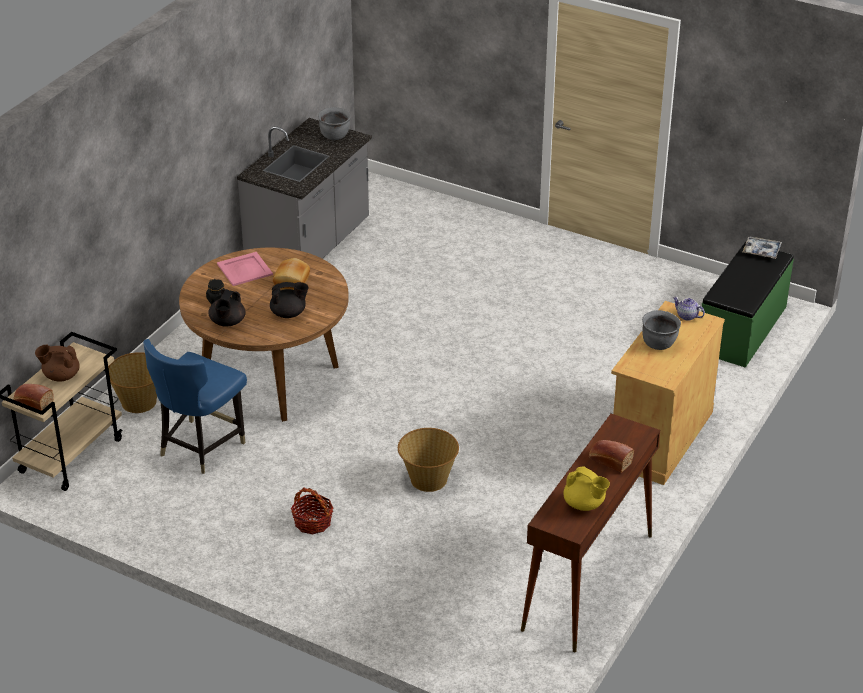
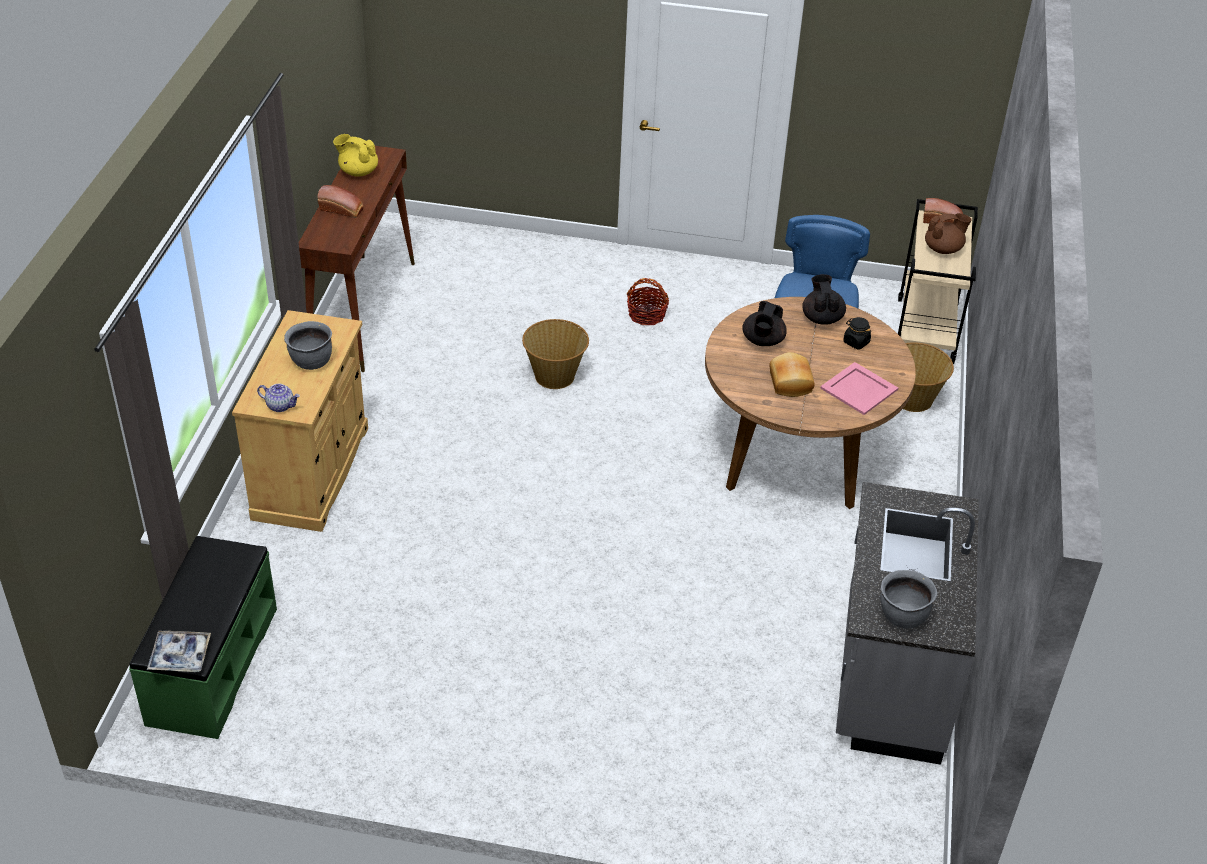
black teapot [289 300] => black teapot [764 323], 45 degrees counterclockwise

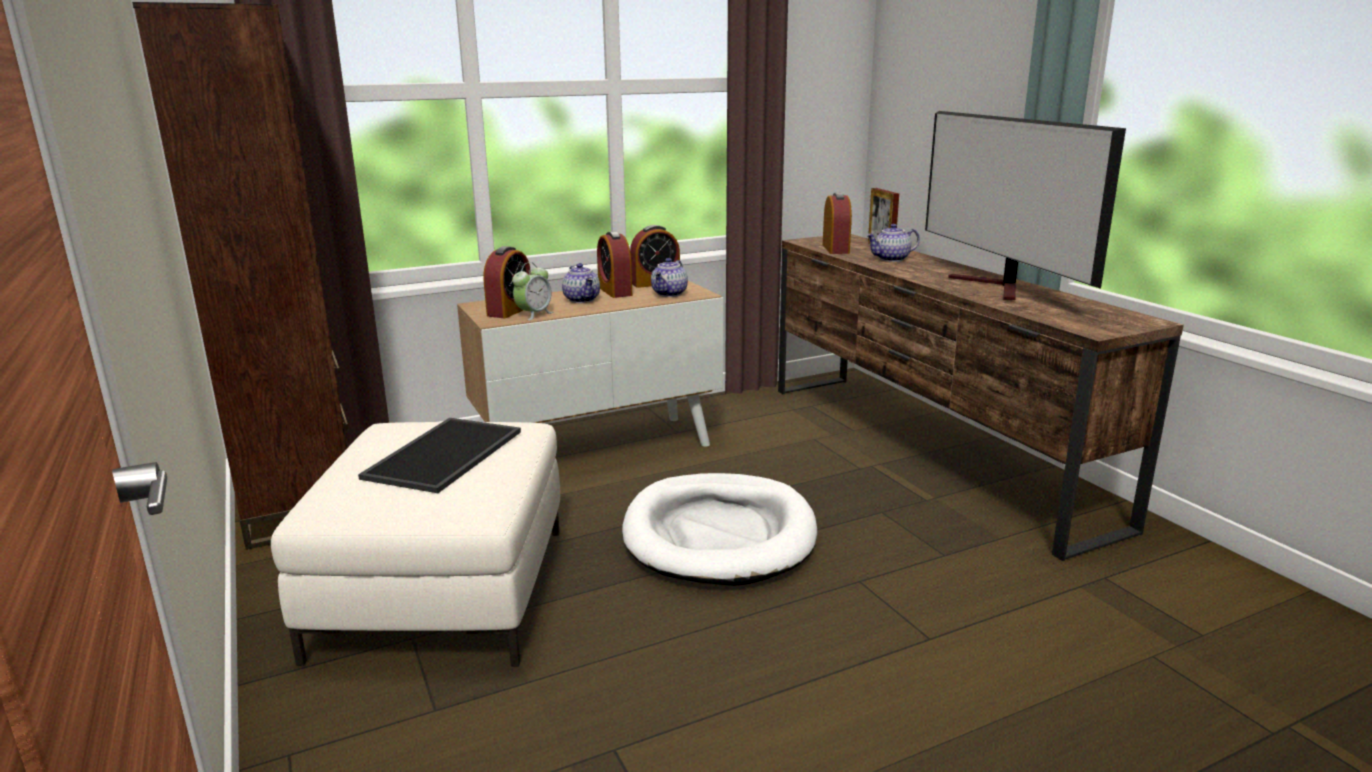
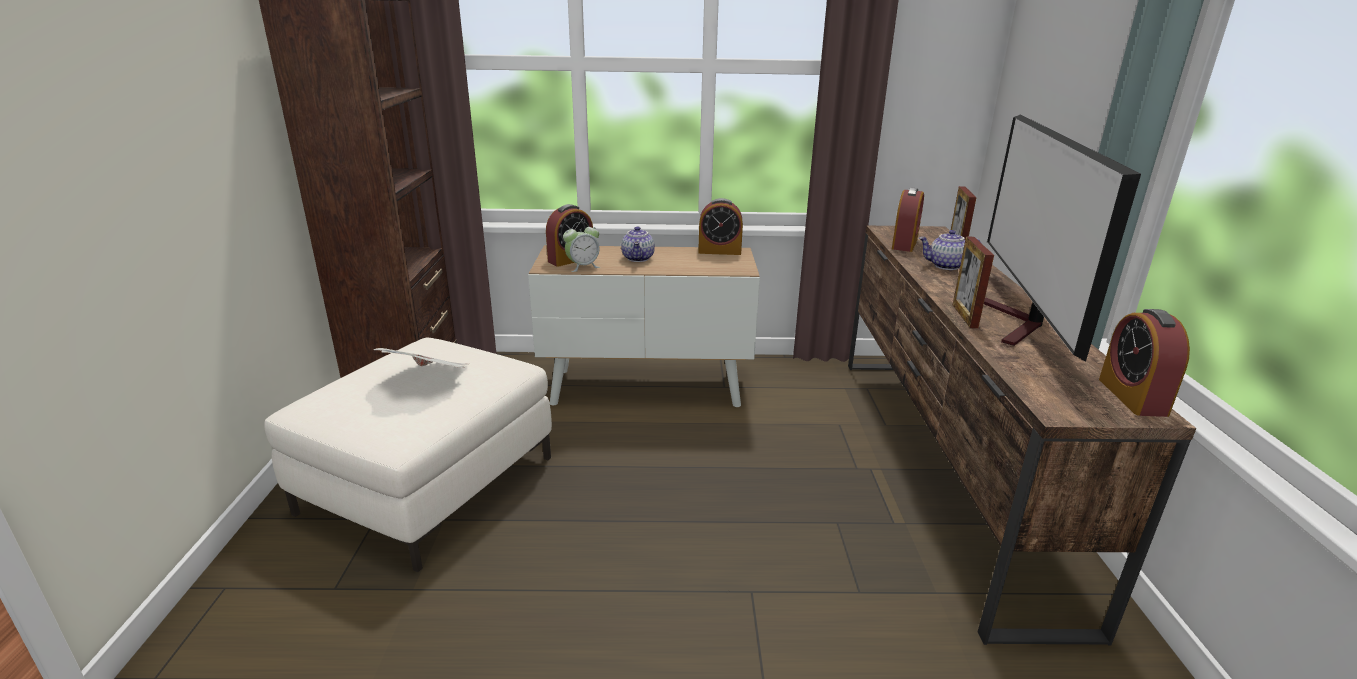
tray [439 455] => newspaper [421 358]
alarm clock [614 264] => alarm clock [1144 363], shifted
white dog bed [719 529] => nothing
teapot [669 277] => nothing
nothing => picture frame [973 282]

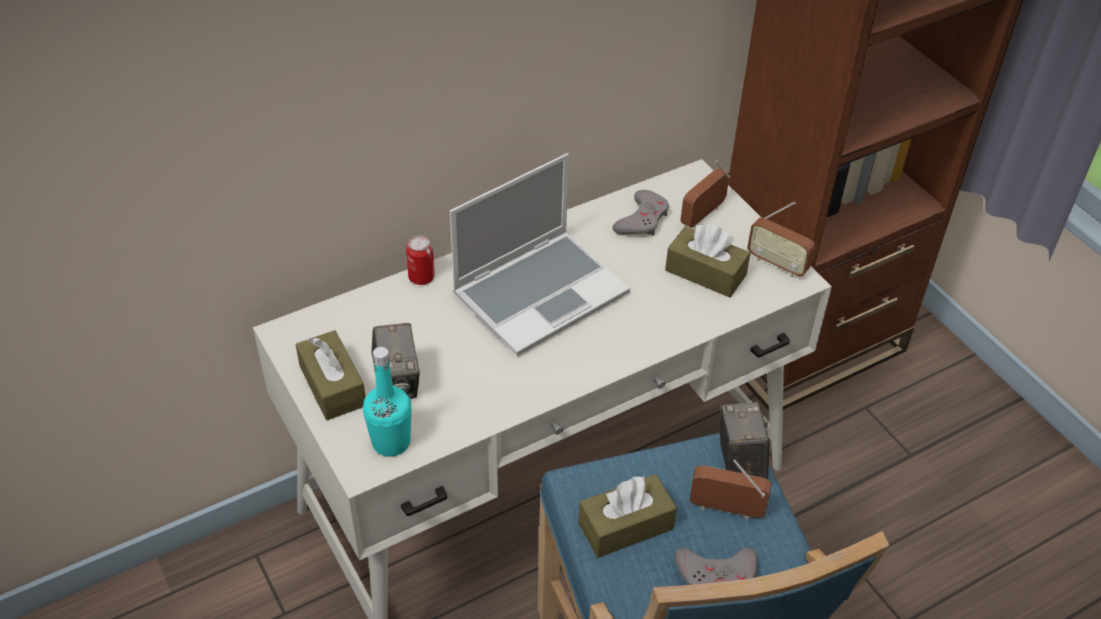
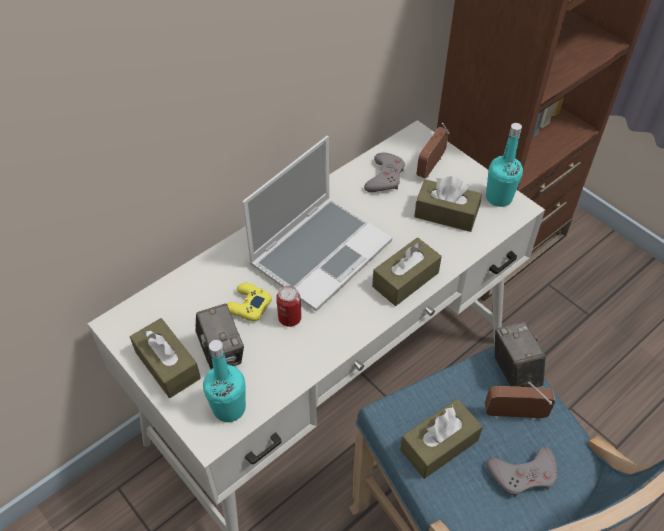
can [420 260] => can [289 306], shifted
radio [781 239] => turquoise bottle [504 165]
nothing => yellow game controller [249 302]
nothing => brown tissue box [407 272]

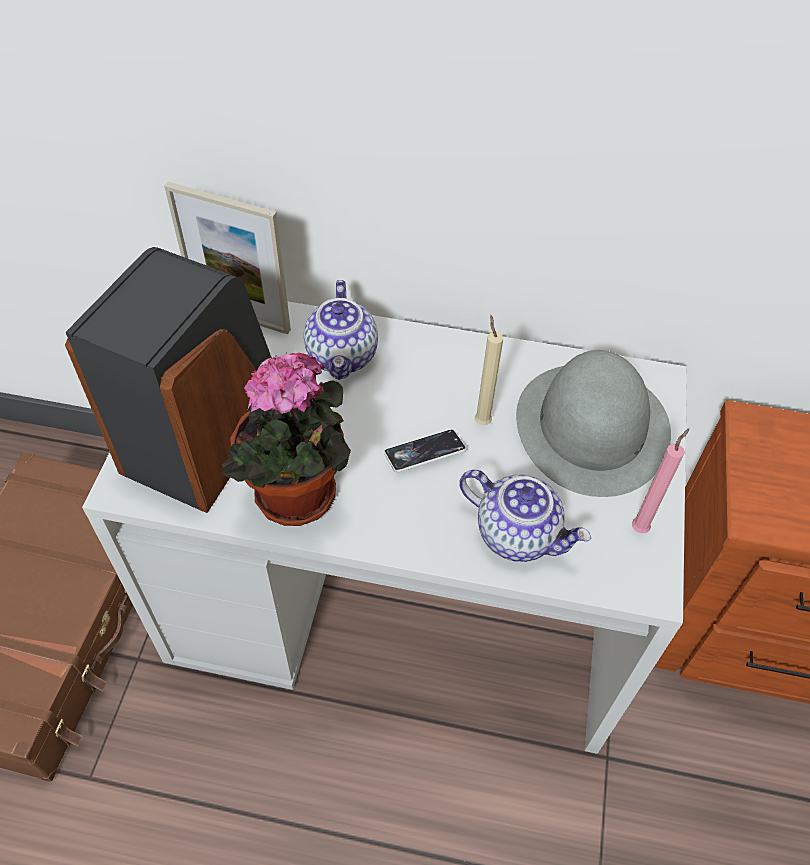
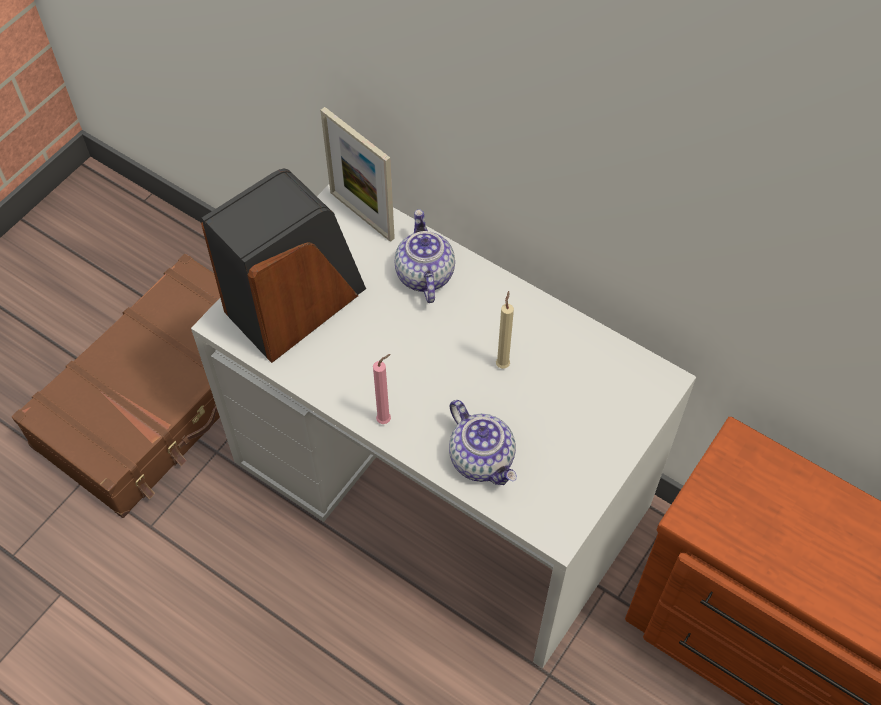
potted plant [286 439] => nothing
teapot [341 330] => teapot [425 256], 150 degrees clockwise
phone [425 451] => nothing
grey hat [593 423] => nothing
pink candle [660 480] => pink candle [382 389], shifted

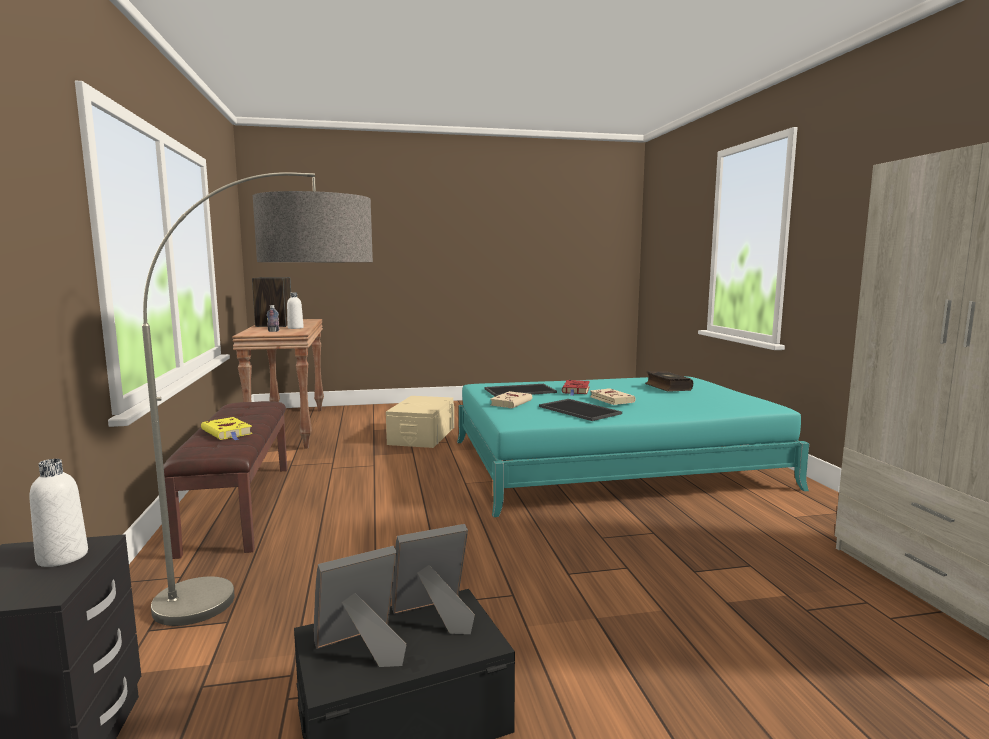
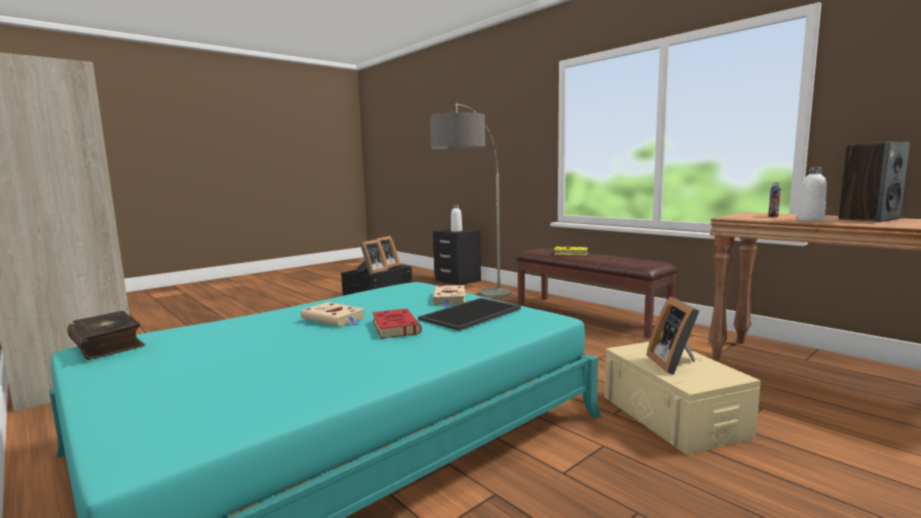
tray [580 410] => nothing
book [669 381] => book [106 335], shifted
nothing => picture frame [673 336]

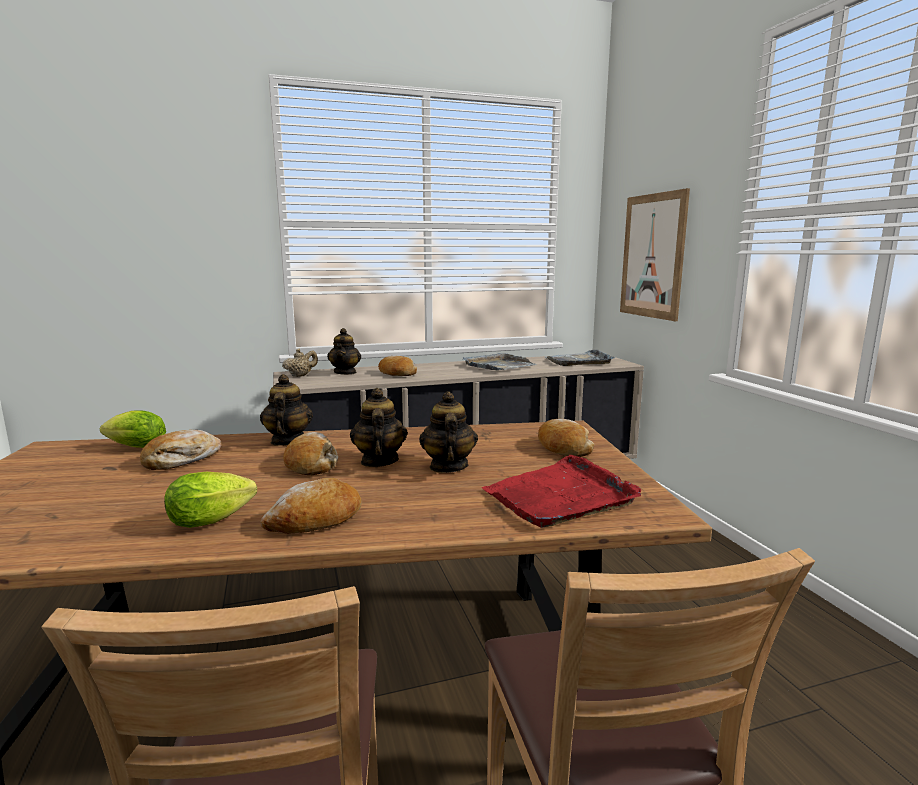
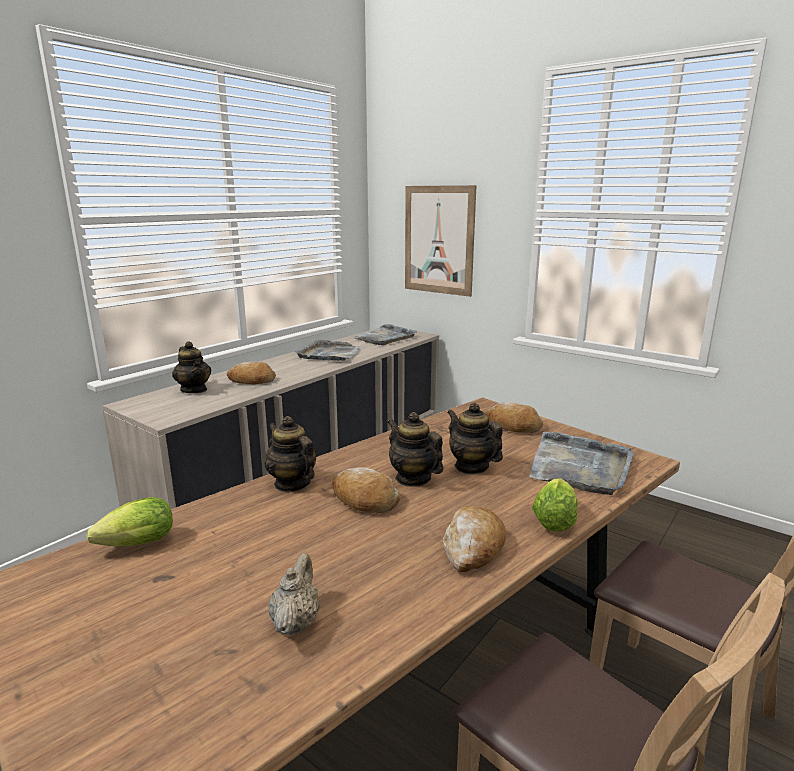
bread [181 450] => nothing
lettuce [210 500] => lettuce [555 504], shifted
beige teapot [300 363] => beige teapot [294 594], shifted
red tray [561 491] => grey tray [581 463]

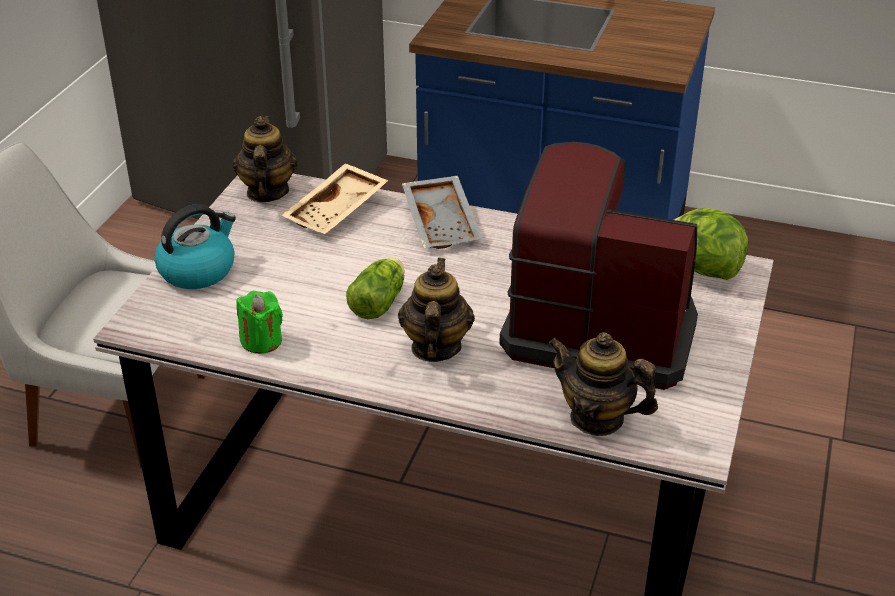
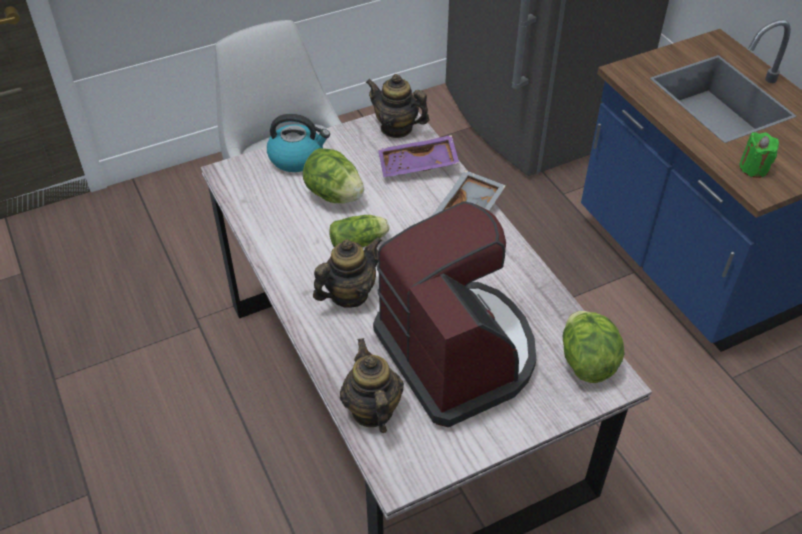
teapot [265 159] => teapot [398 106], 105 degrees counterclockwise
green candle [259 322] => green candle [759 155], shifted
beige tray [334 198] => purple tray [418 156]
nothing => lettuce [333 175]

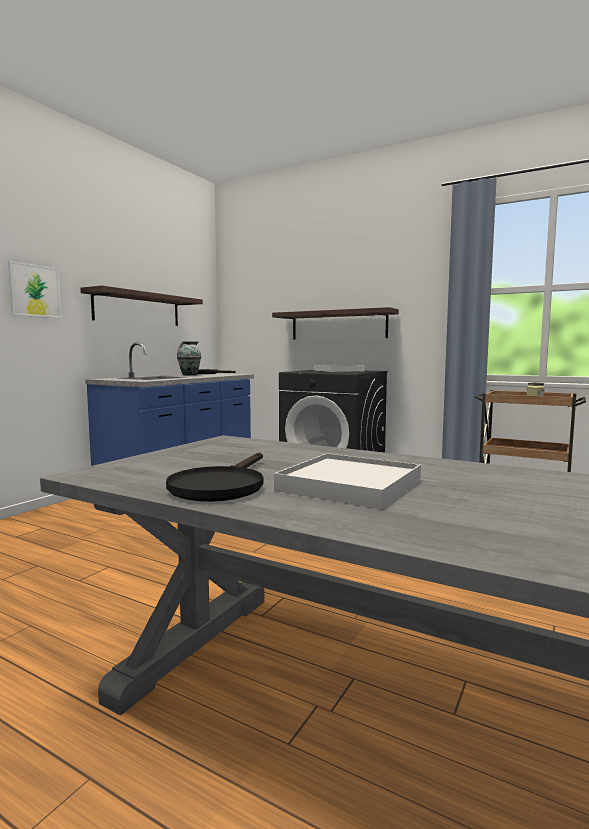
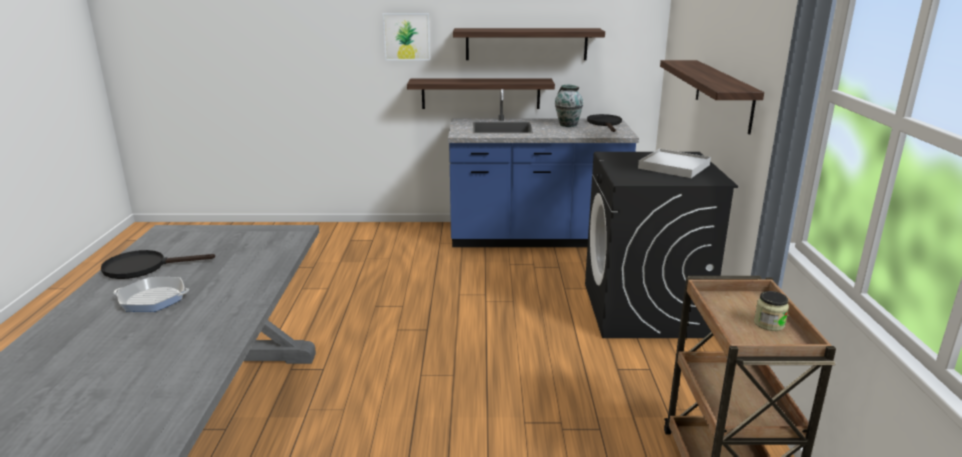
white tray [347 481] => frying pan [151 294]
nothing => shelf [481 94]

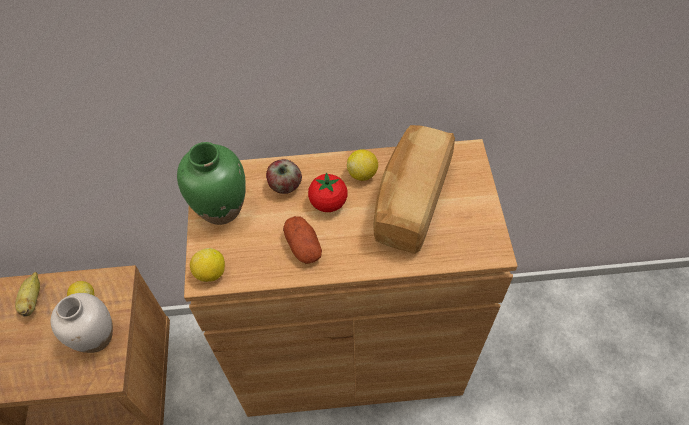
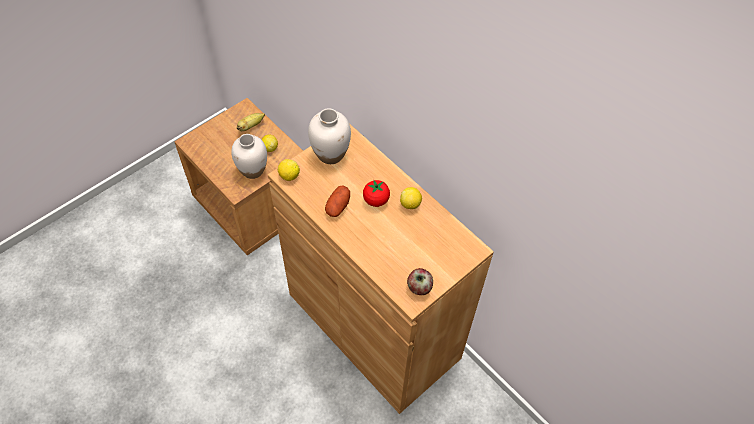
green vase [211 183] => white vase [329 136]
apple [284 176] => apple [420 281], shifted
bread [414 189] => nothing

